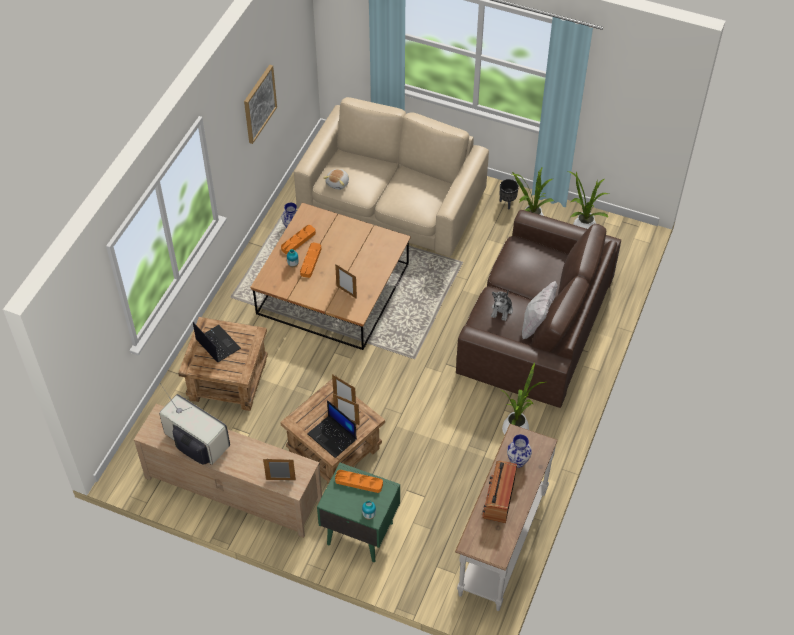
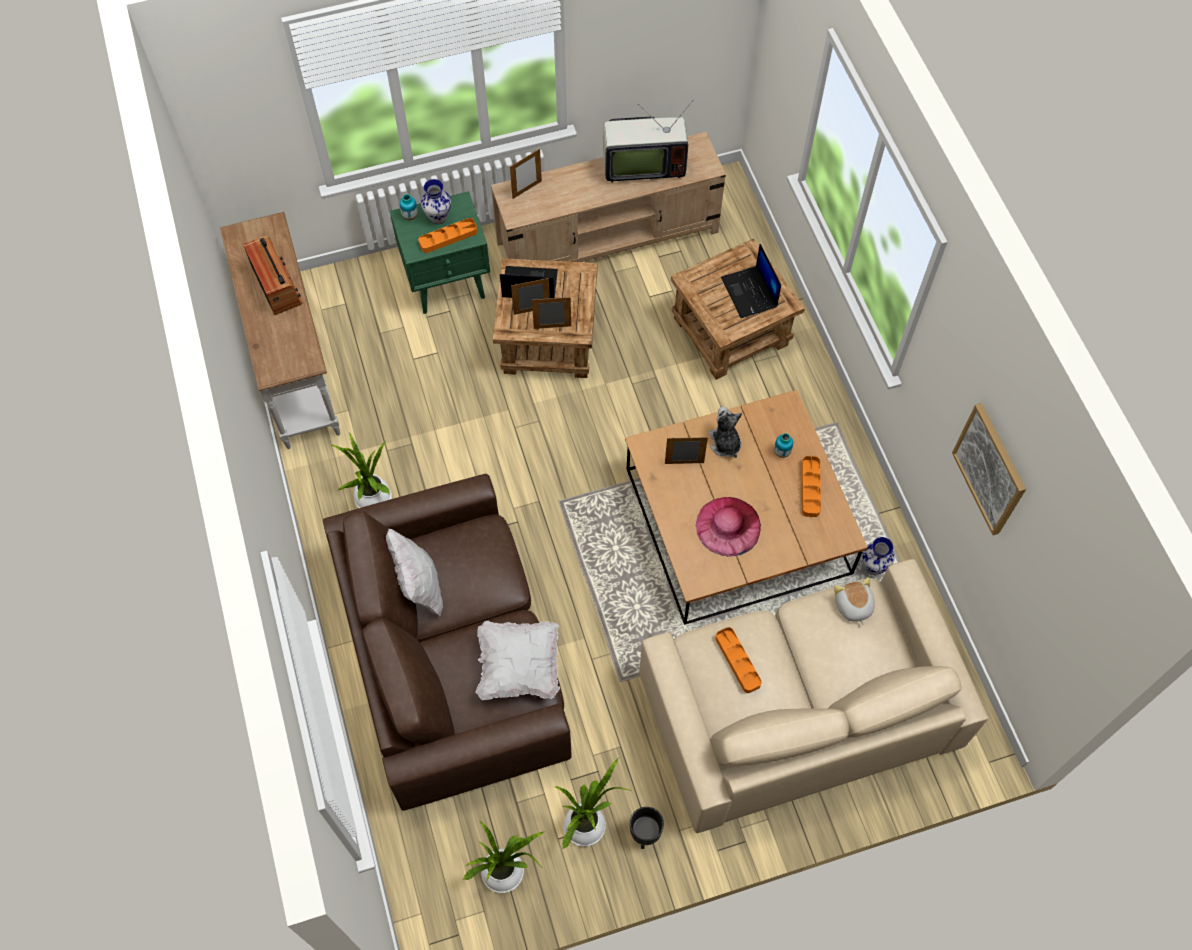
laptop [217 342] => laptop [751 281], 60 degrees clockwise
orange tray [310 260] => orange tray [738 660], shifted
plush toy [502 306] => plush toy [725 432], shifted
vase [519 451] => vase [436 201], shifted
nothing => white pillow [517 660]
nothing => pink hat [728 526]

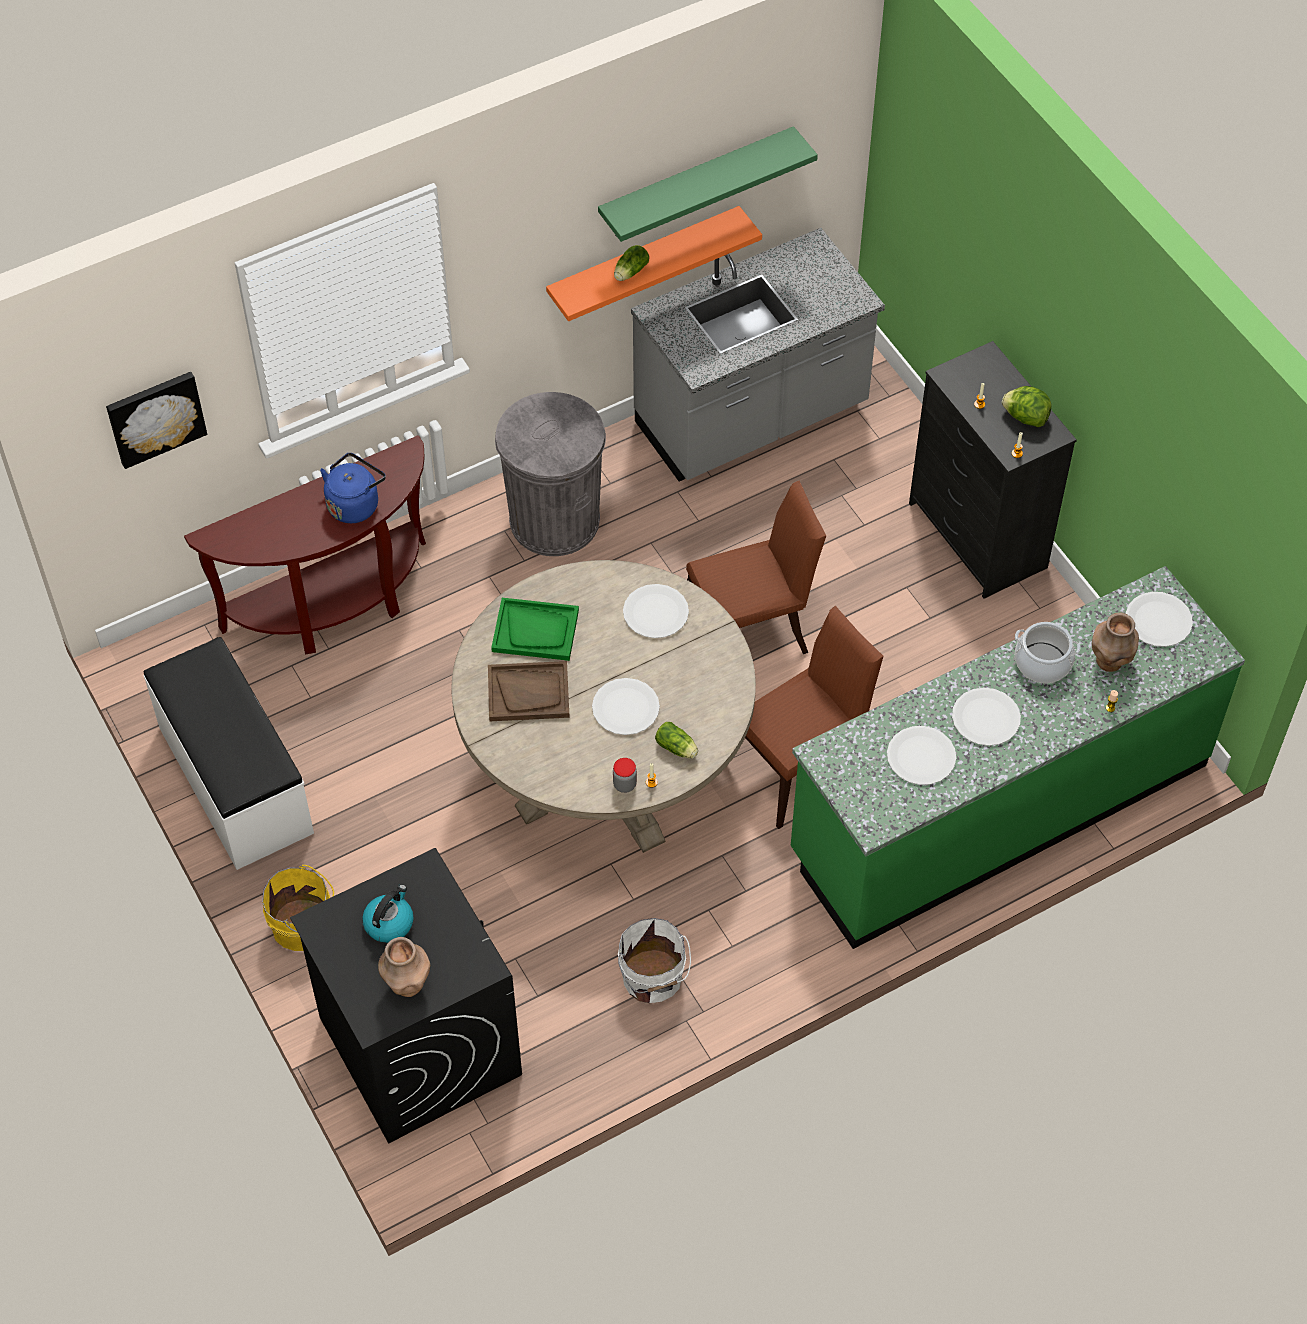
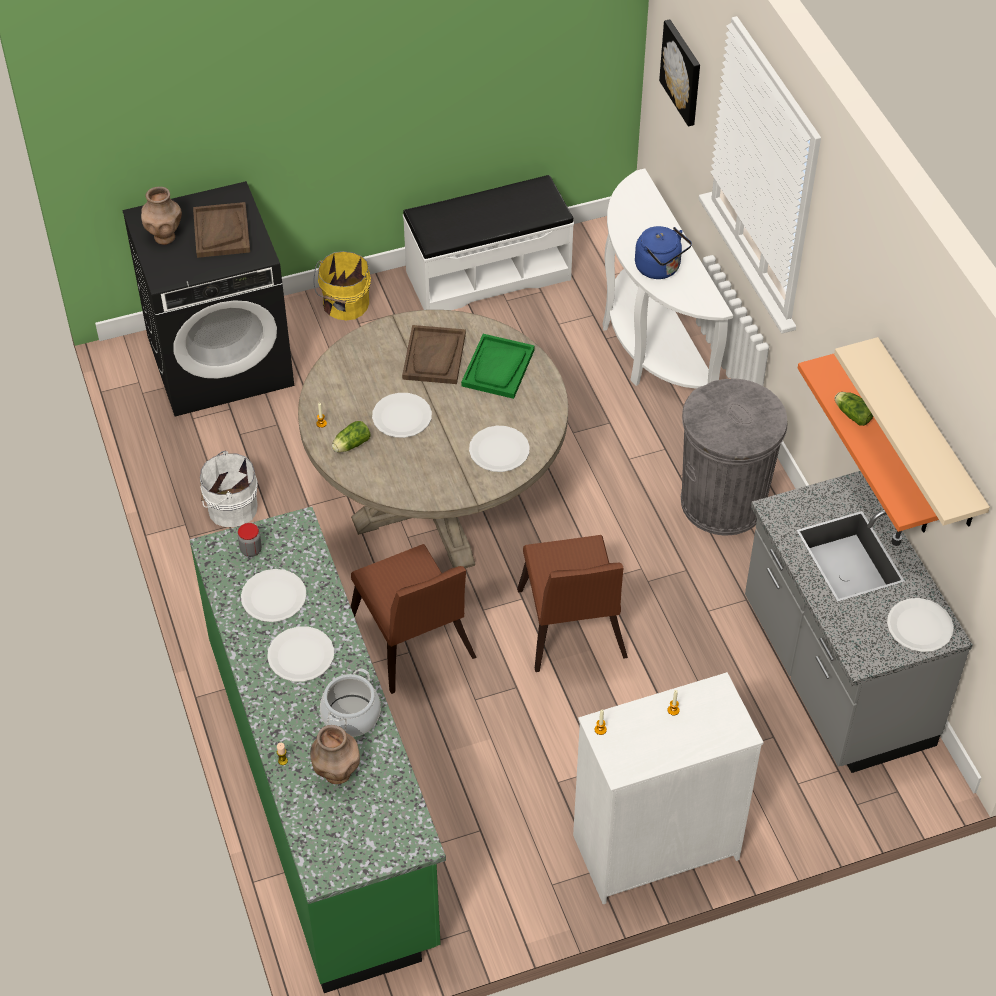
brown console table [305 545] => white console table [668 278]
kettle [388 914] => brown tray [221 230]
green shelf [708 184] => beige shelf [912 432]
jar [625 775] => jar [250 540], shifted
black dresser [993 470] => white dresser [668 788]
lettuce [1027 406] => nothing
white plate [1159 619] => white plate [920 625], shifted

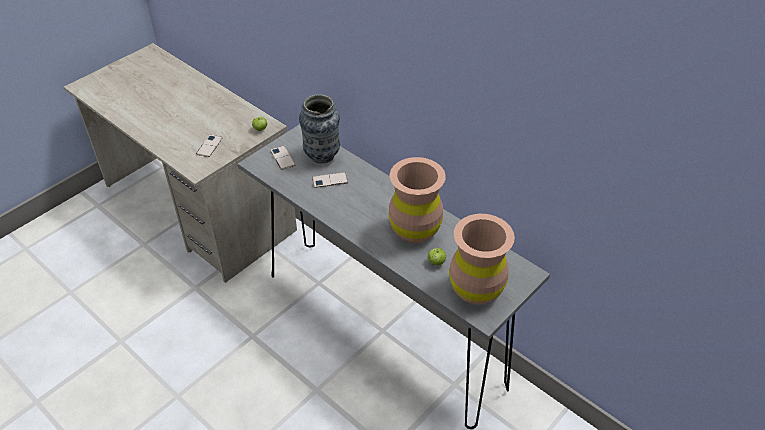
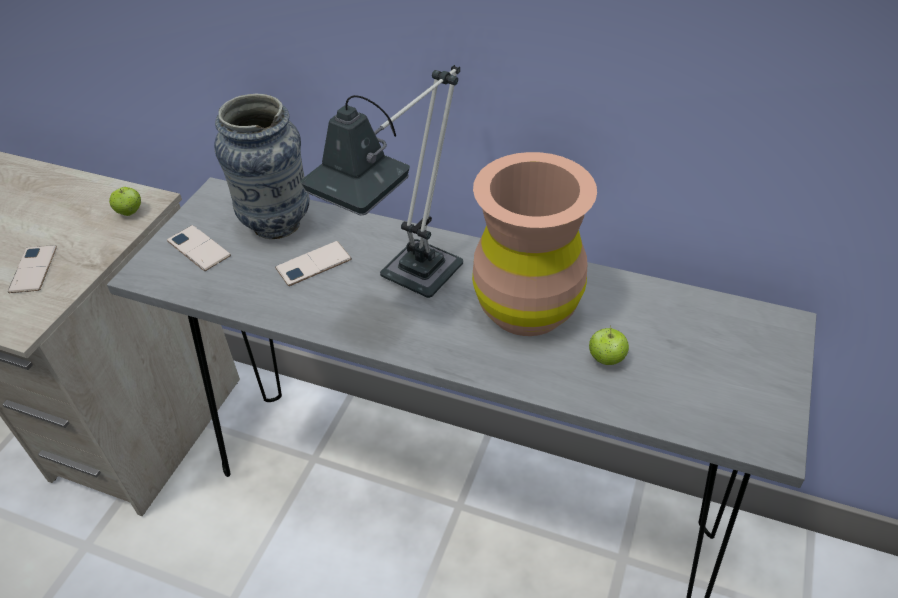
brown vase [482 259] => nothing
nothing => table lamp [381 181]

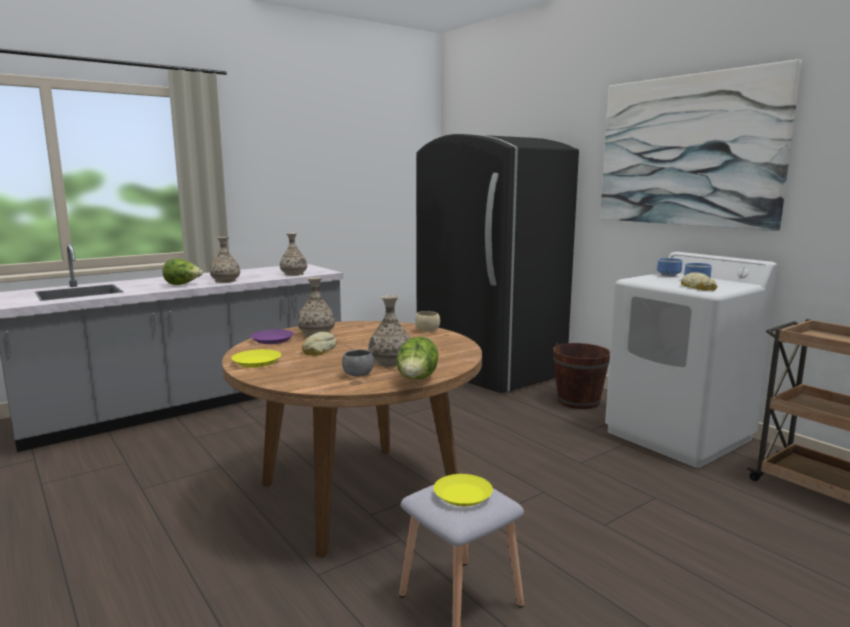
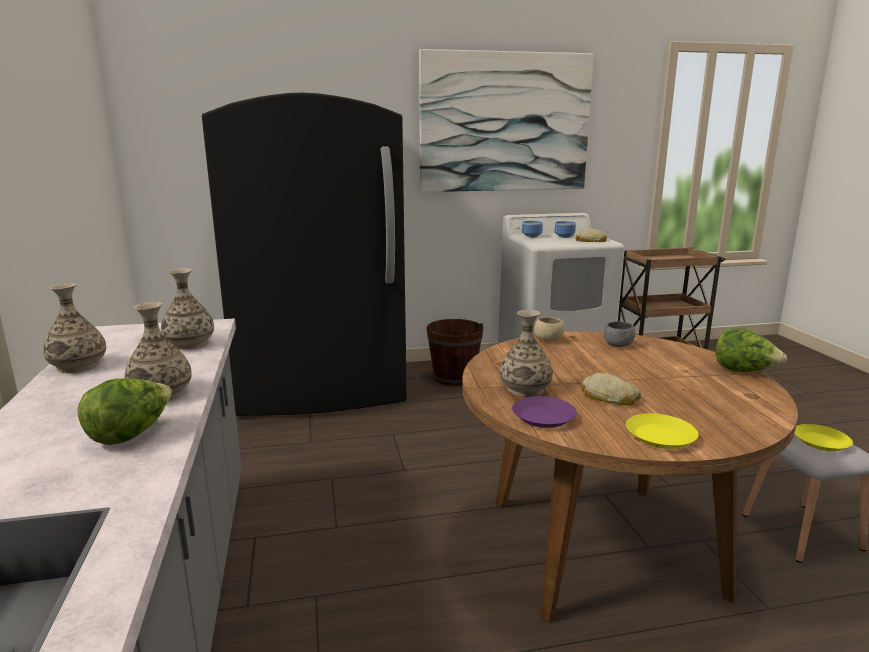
grey bowl [358 363] => grey bowl [620 334], shifted
vase [389 331] => vase [74 328], shifted

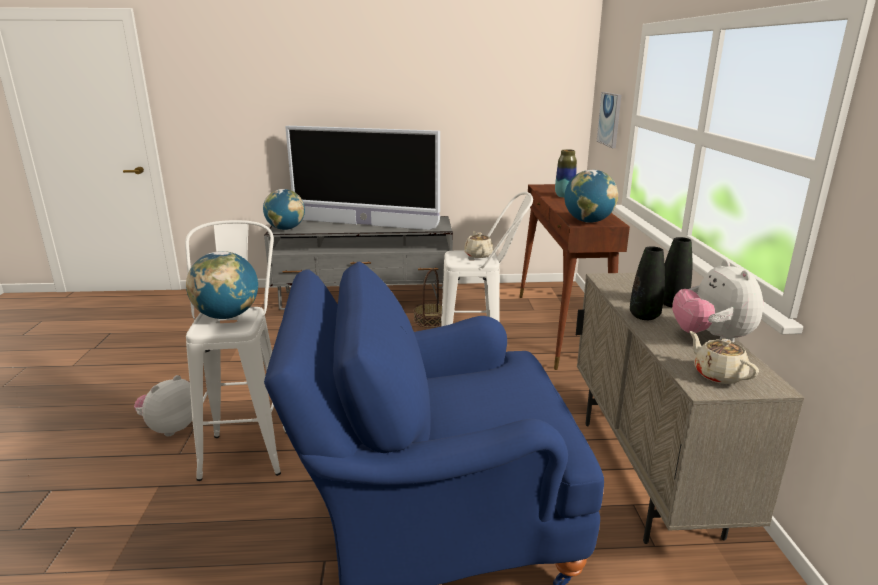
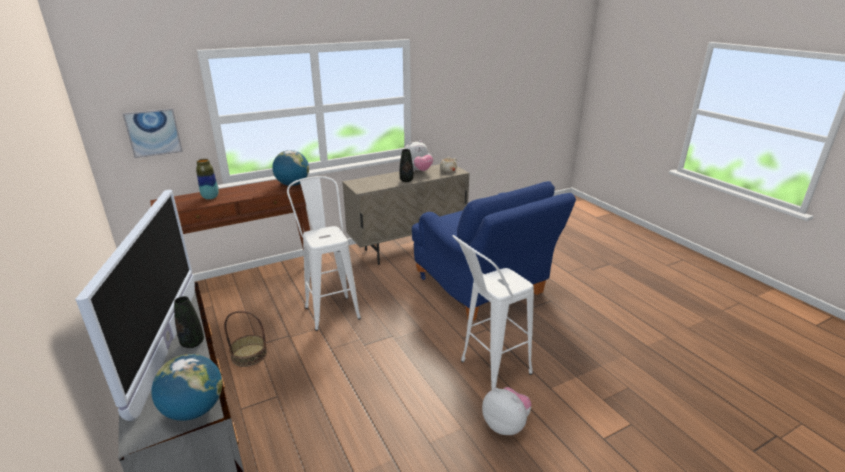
plush toy [163 405] => plush toy [507 411], 150 degrees counterclockwise
globe [222 285] => nothing
beige teapot [479 244] => nothing
black vase [677 272] => black vase [189 322], shifted

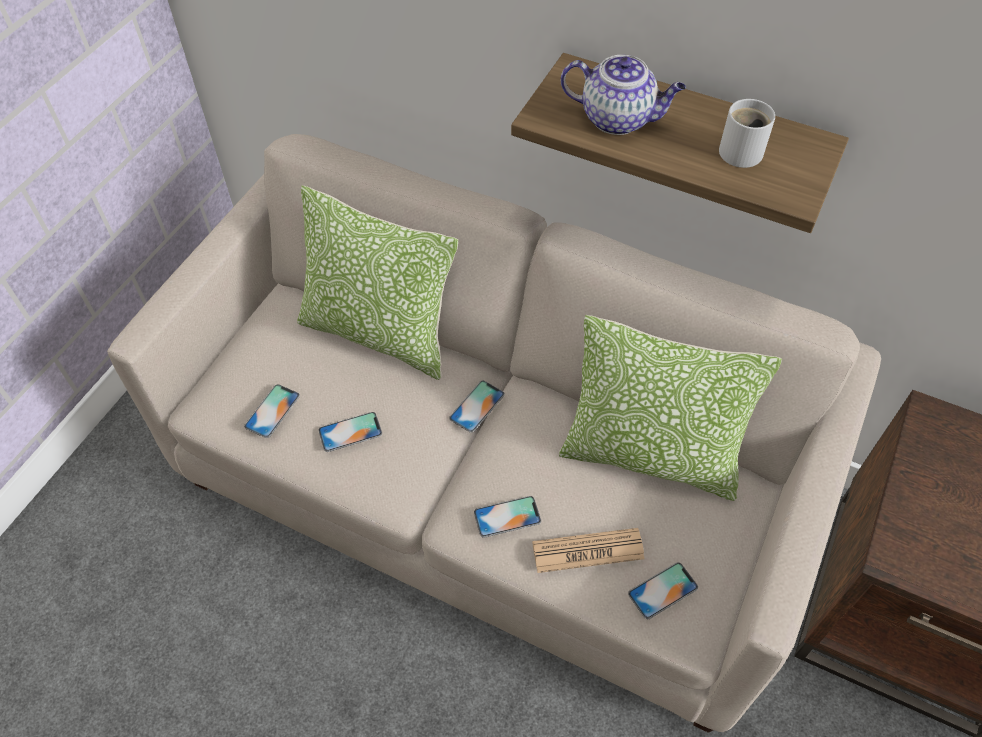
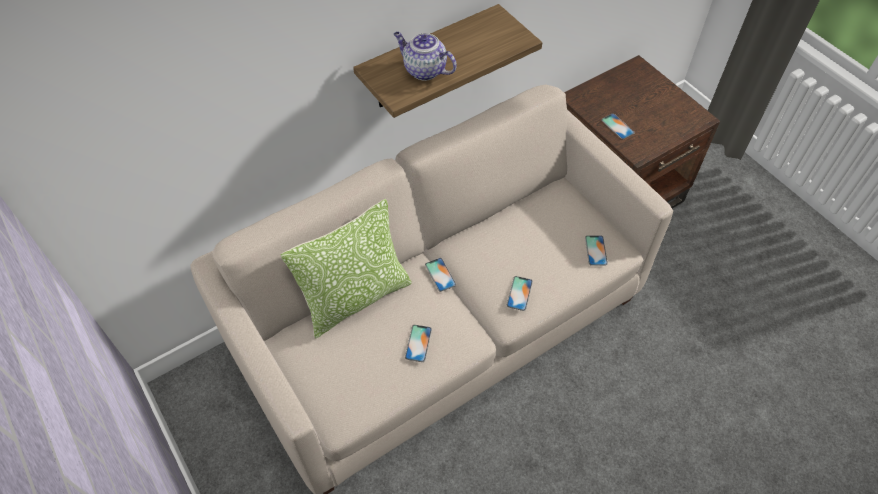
phone [272 411] => phone [618 126], shifted
newspaper [588 550] => nothing
pillow [670 408] => nothing
teapot [623 95] => teapot [425 56], 105 degrees counterclockwise
white mug [747 133] => nothing

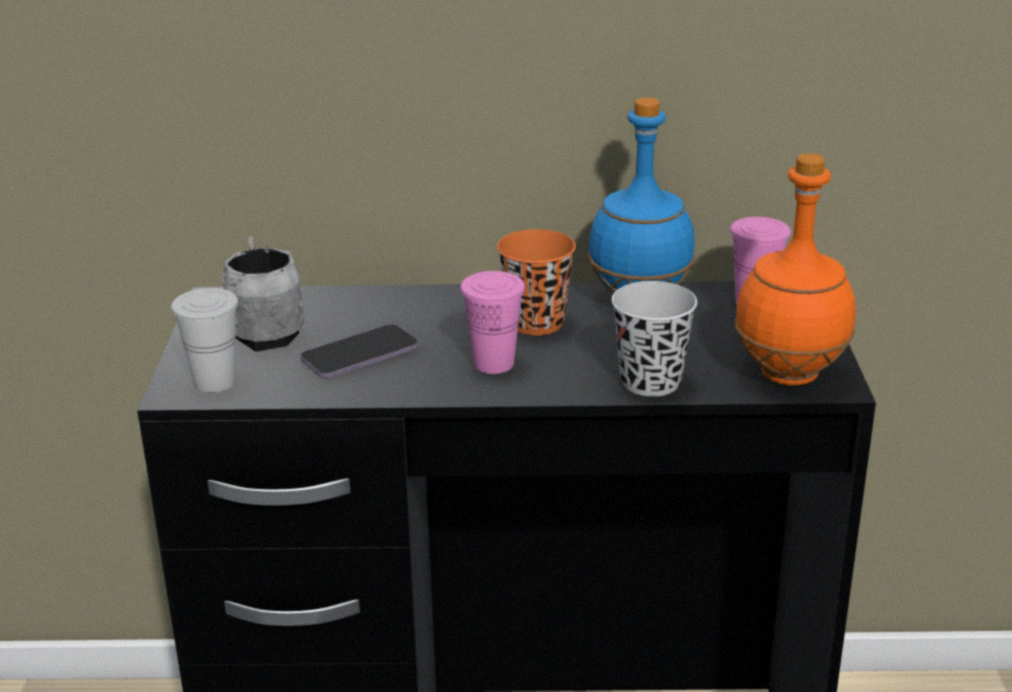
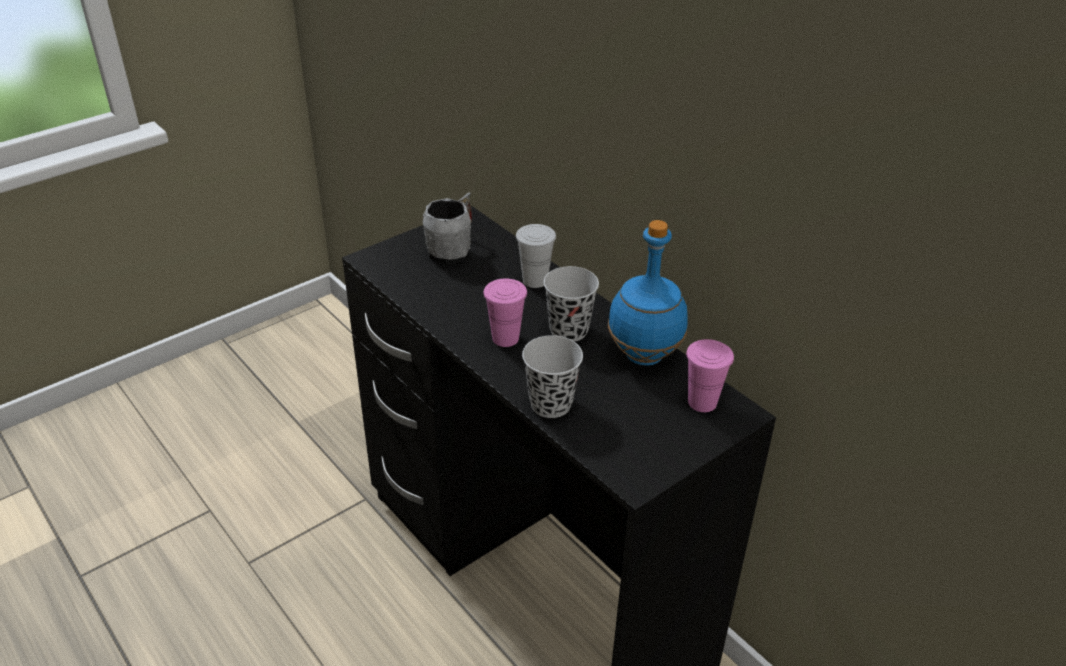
white cup [204 340] => white cup [536 256], shifted
phone [360 351] => nothing
orange cup [536 282] => black cup [571 304]
orange bottle [795 269] => nothing

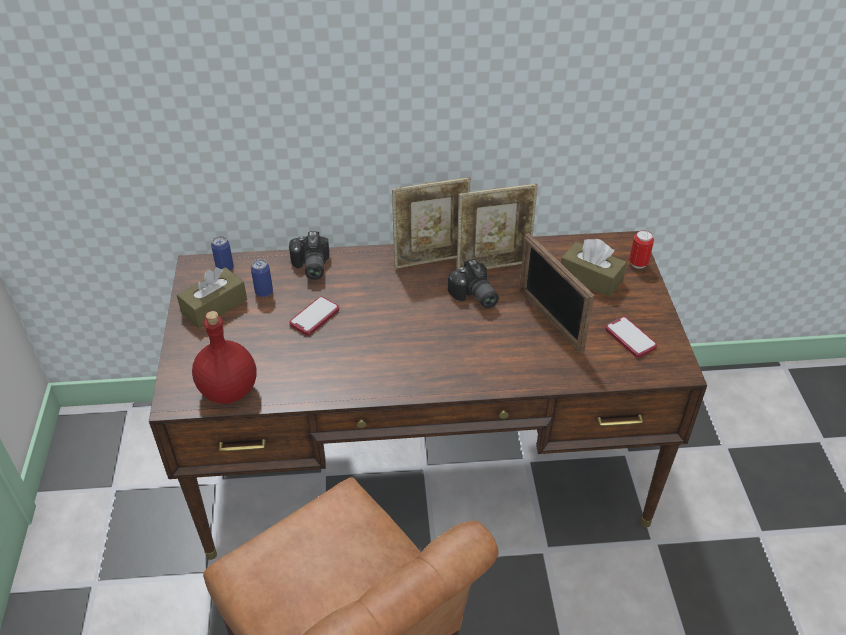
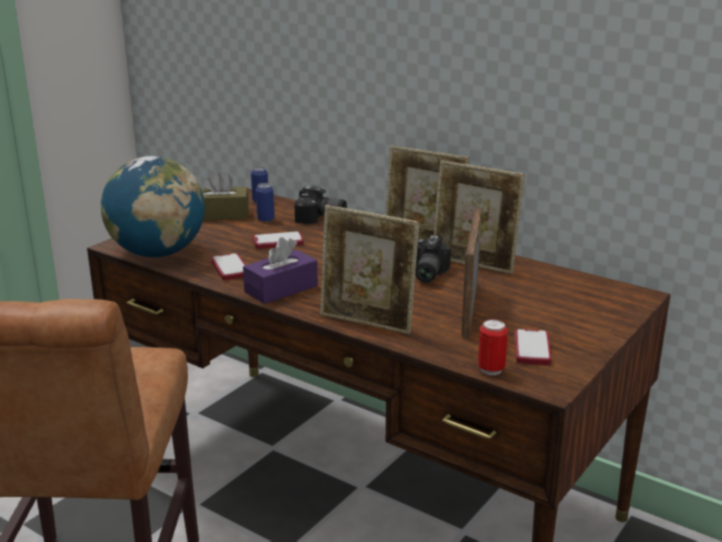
red bottle [224 357] => globe [153 206]
photo camera [309 255] => photo camera [320 205], 105 degrees counterclockwise
brown tissue box [594 268] => nothing
can [641 249] => can [493 347], shifted
nothing => phone [228 266]
nothing => purple tissue box [280 270]
nothing => picture frame [369 269]

